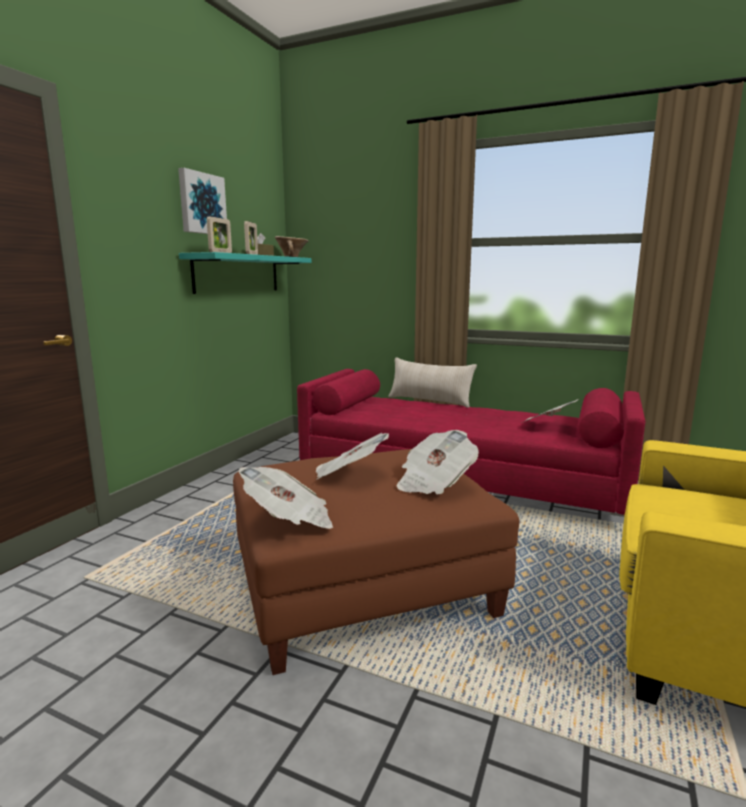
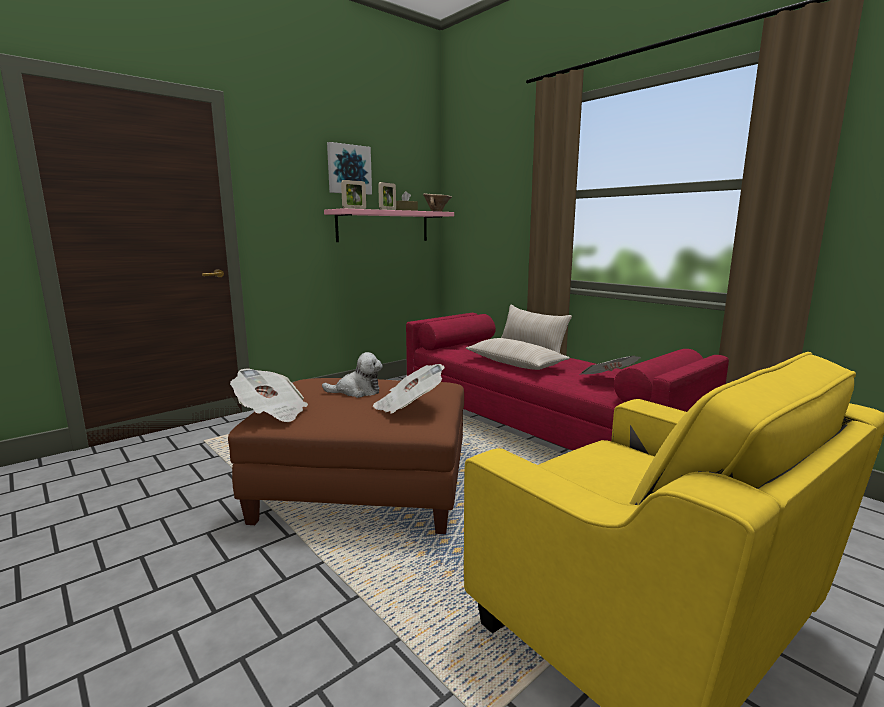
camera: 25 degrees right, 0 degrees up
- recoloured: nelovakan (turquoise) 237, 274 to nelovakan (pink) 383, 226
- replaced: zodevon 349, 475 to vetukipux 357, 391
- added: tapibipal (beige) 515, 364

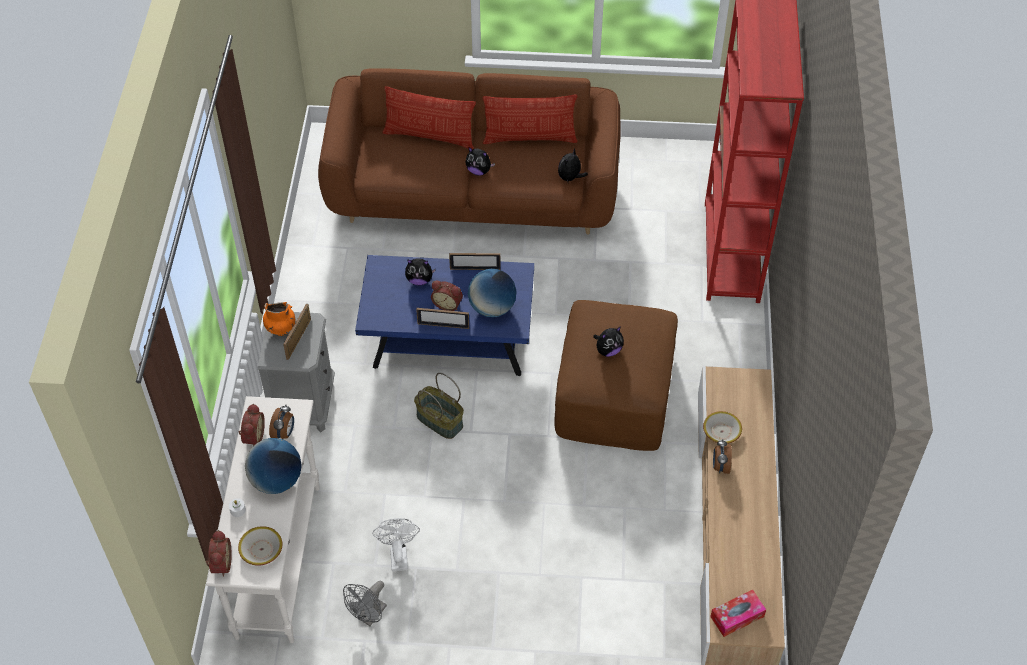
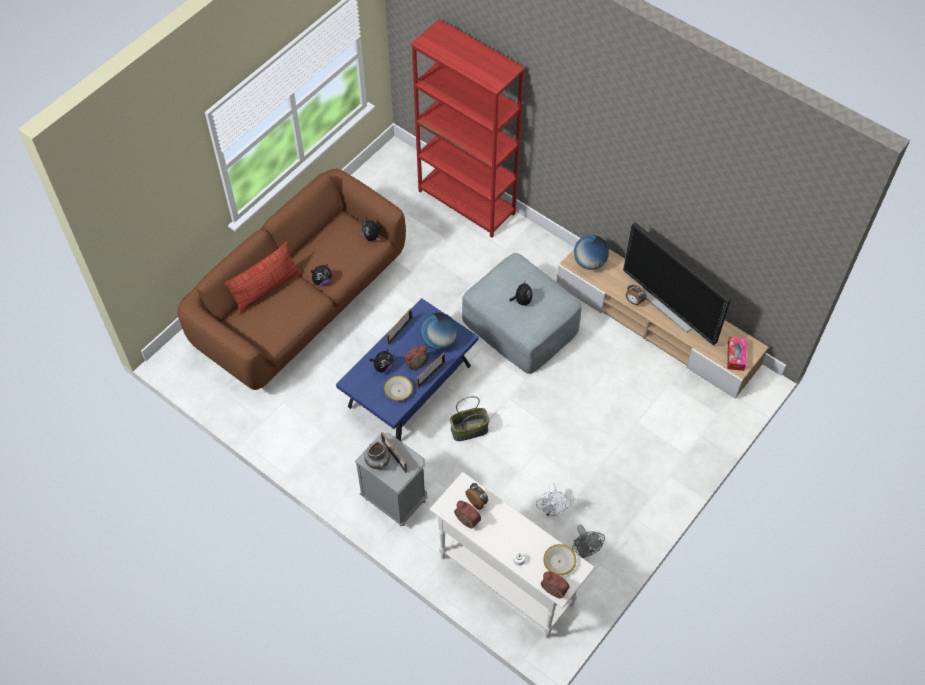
camera: 55 degrees left, 5 degrees up
- moved: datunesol 276, 480 to 589, 262
- recoloured: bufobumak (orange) 281, 329 to bufobumak (grey) 377, 462
- turned: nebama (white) 398, 555 = 551, 510 120 degrees counterclockwise
- removed: tapibipal 530, 138
- recoloured: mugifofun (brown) 614, 391 to mugifofun (grey) 520, 325
- moved: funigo 721, 431 to 398, 391
- added: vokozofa 670, 308

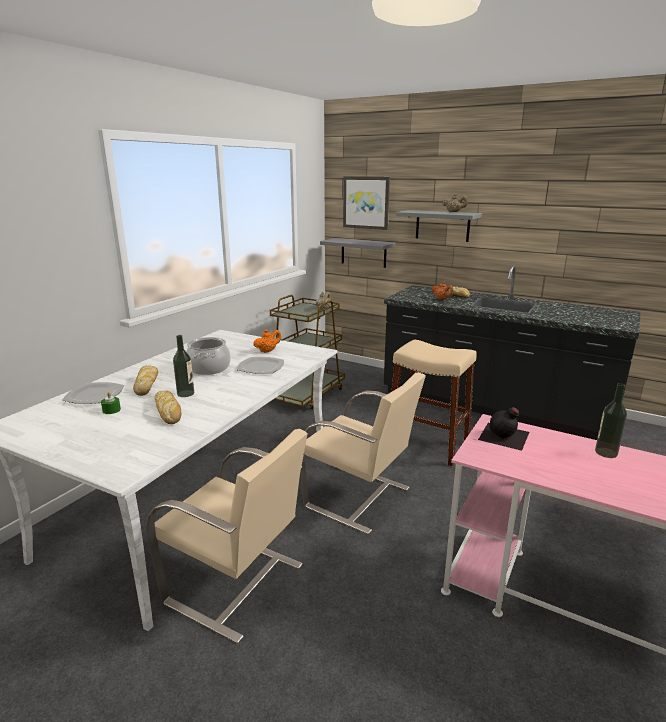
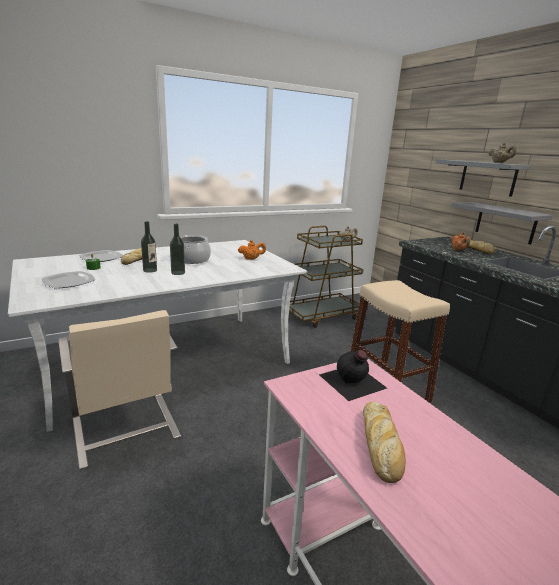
camera: 30 degrees right, 0 degrees up
- moved: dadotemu 168, 411 to 381, 445
- moved: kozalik 260, 367 to 69, 281
- removed: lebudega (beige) 359, 498
- moved: nelovakan (grey) 363, 252 to 505, 223
- removed: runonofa 366, 202
- moved: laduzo 606, 452 to 178, 273

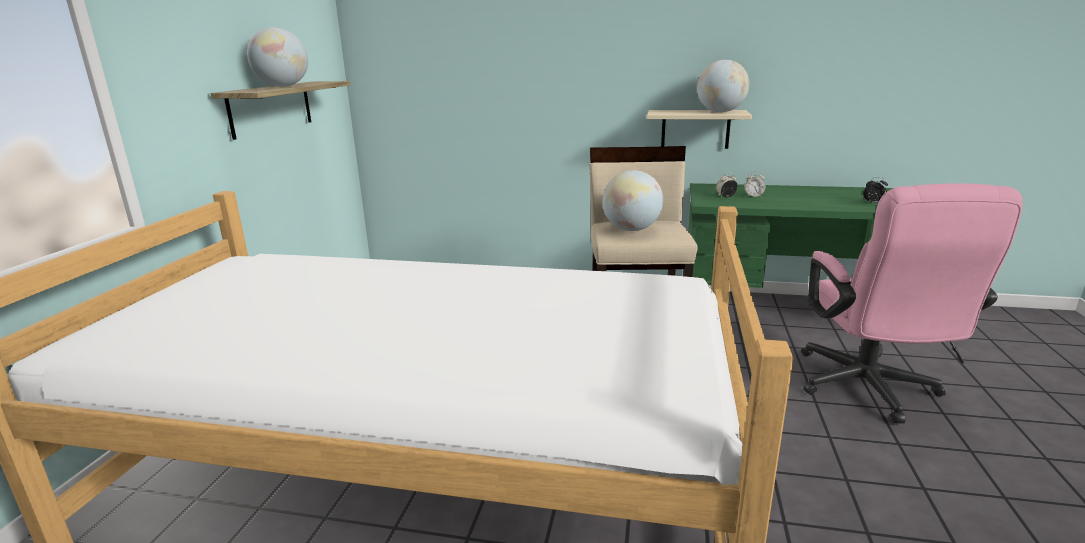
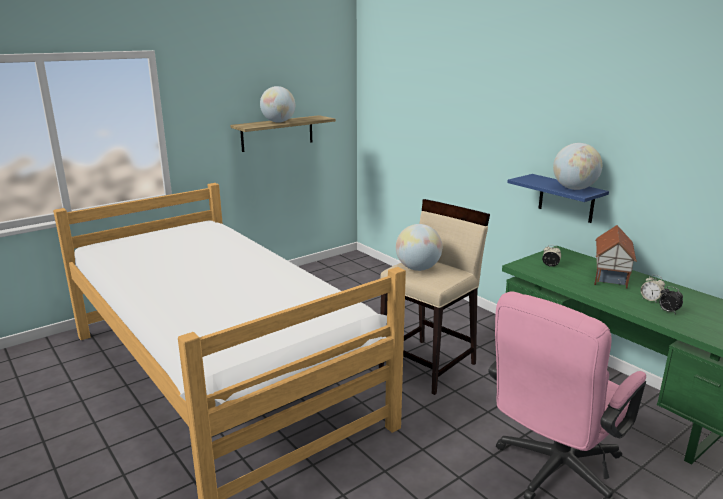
camera: 40 degrees right, 0 degrees up
- recoloured: nelovakan (beige) 695, 129 to nelovakan (blue) 566, 198
- moved: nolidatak 753, 196 to 650, 299
- added: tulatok 609, 277

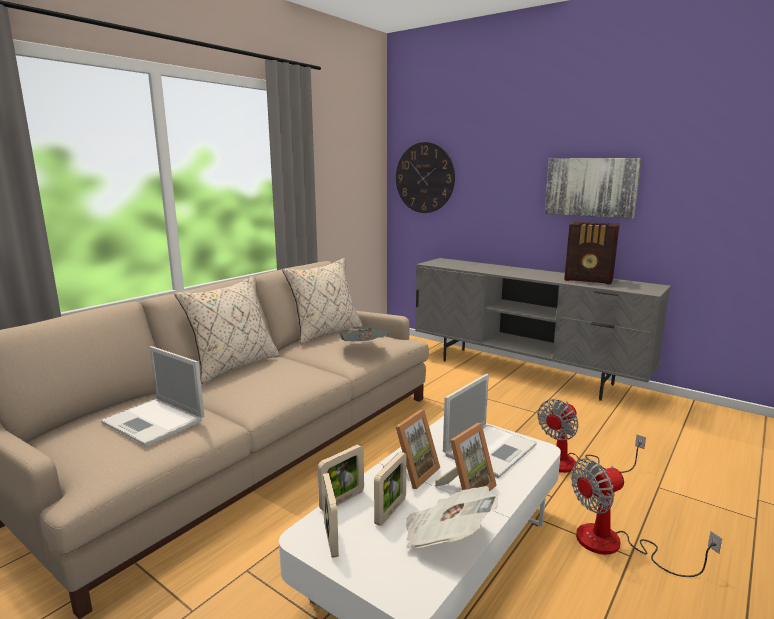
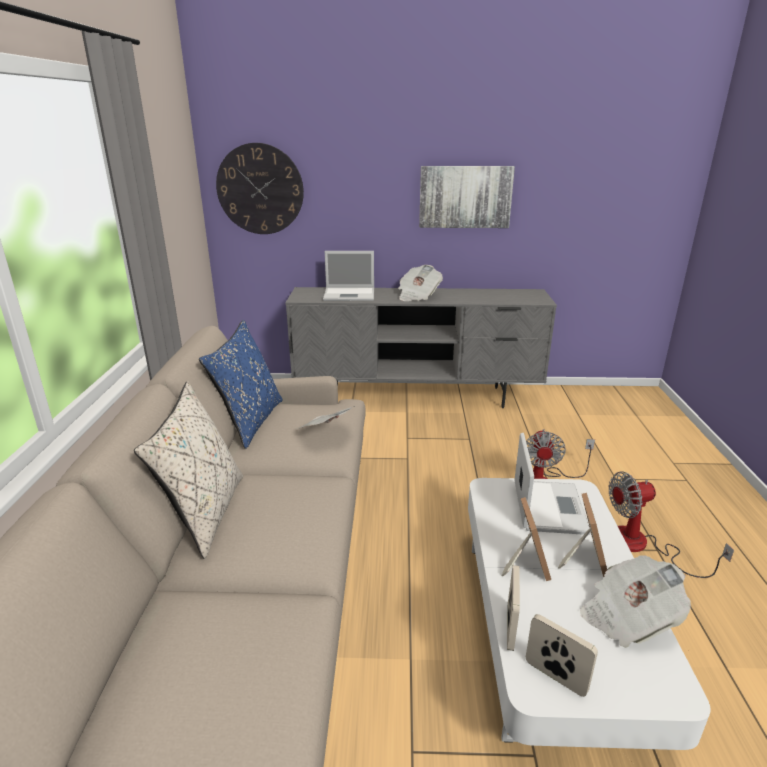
camera: 35 degrees left, 10 degrees up
- moved: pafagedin 155, 422 to 350, 295
- recoloured: tapibipal (beige) 325, 333 to tapibipal (blue) 249, 422
- removed: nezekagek 390, 511
- removed: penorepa 589, 280
- turned: nebama 615, 545 = 641, 546 45 degrees clockwise
- added: zodevon 417, 296

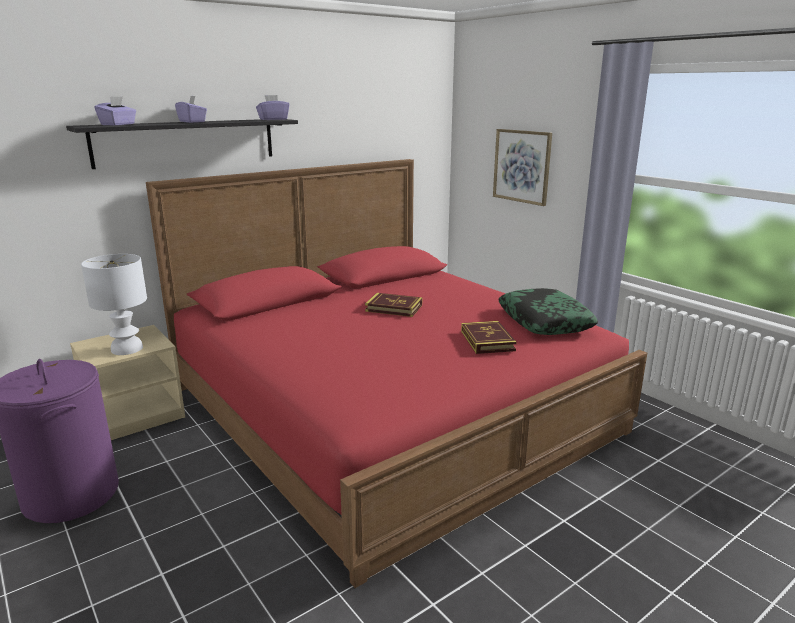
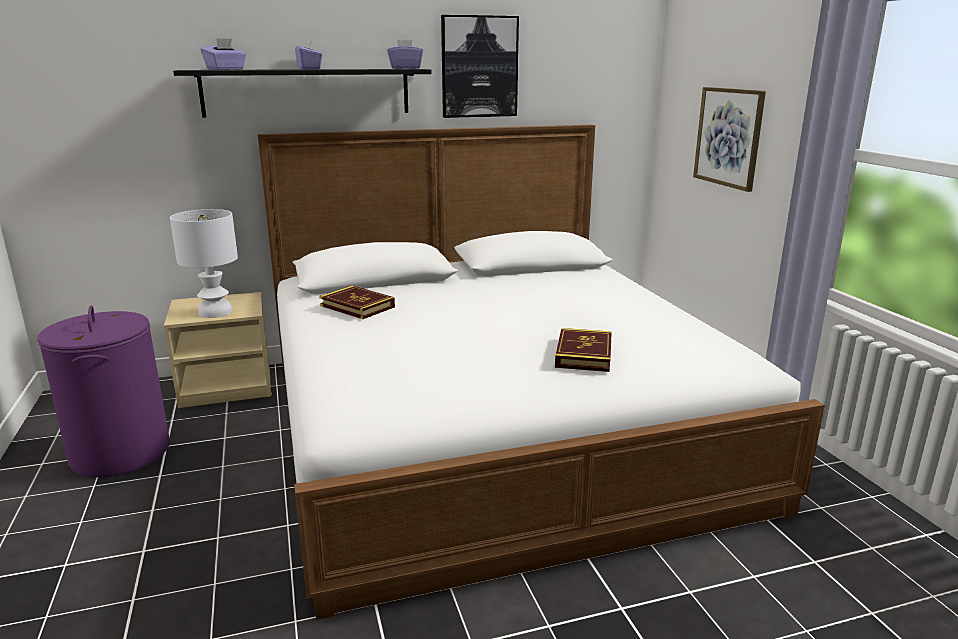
camera: 20 degrees right, 0 degrees up
- recoloured: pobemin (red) 389, 408 to pobemin (white) 491, 425
- moved: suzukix 394, 308 to 357, 306
- removed: tapibipal 544, 321
- added: runonofa 479, 67

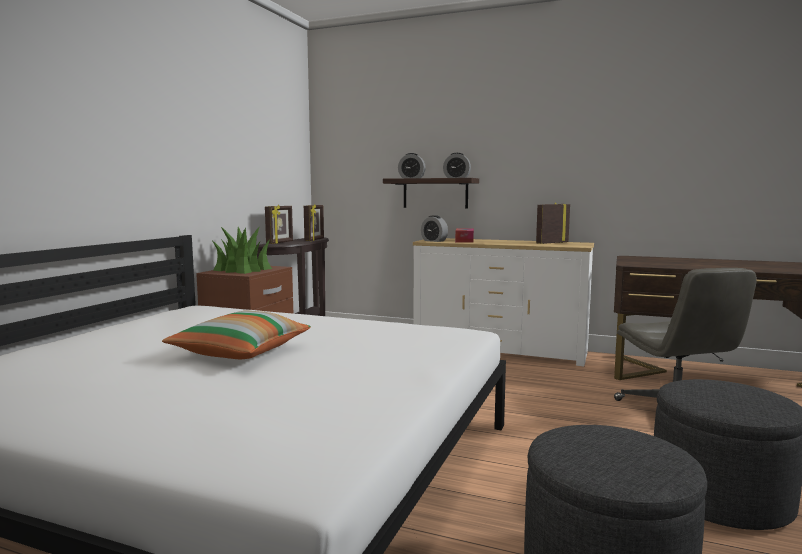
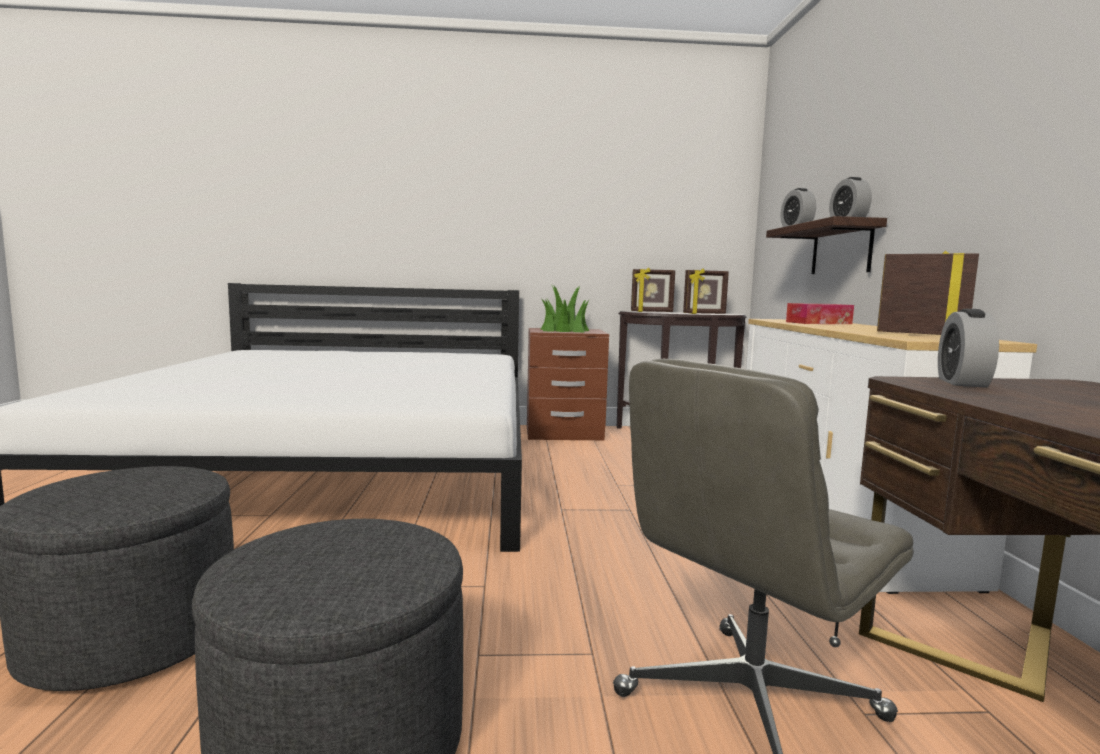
camera: 65 degrees right, 0 degrees up
- removed: tapibipal 241, 352
- moved: nolidatak 434, 241 to 962, 382

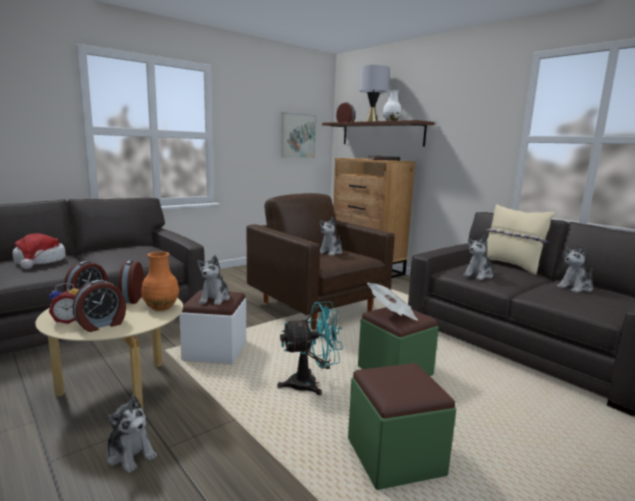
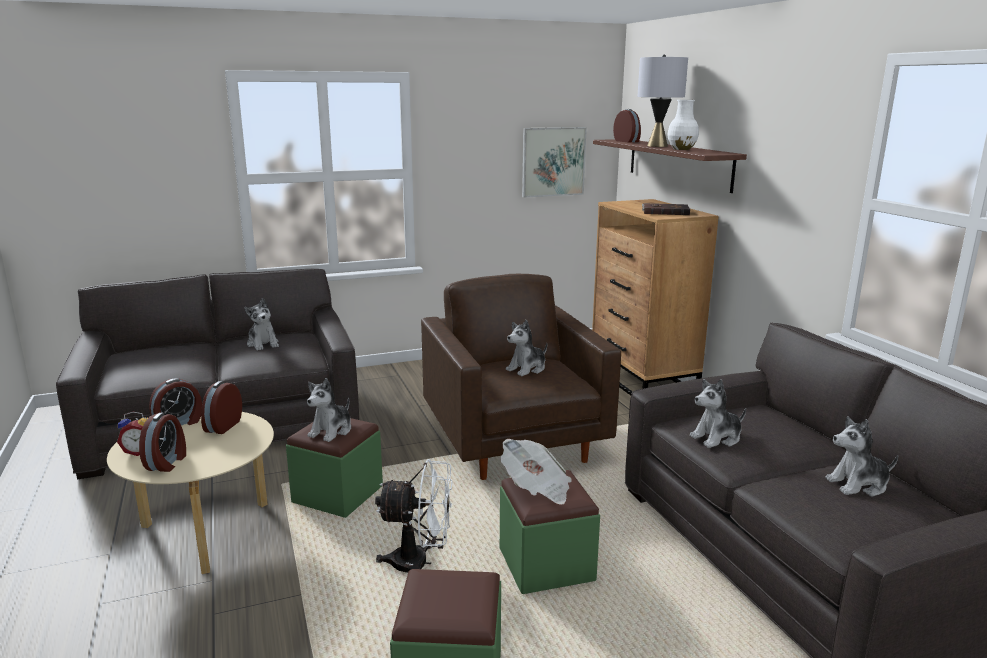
camera: 20 degrees right, 5 degrees up
- removed: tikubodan 39, 261
- turned: nolidatak 102, 325 = 167, 462 60 degrees counterclockwise
- moved: vetukipux 130, 454 to 263, 344
- removed: bufobumak (orange) 161, 307
- recoloured: mugifofun (white) 215, 351 to mugifofun (green) 338, 494
- recoloured: nebama (turquoise) 310, 384 to nebama (white) 420, 563
- removed: tapibipal (beige) 510, 265

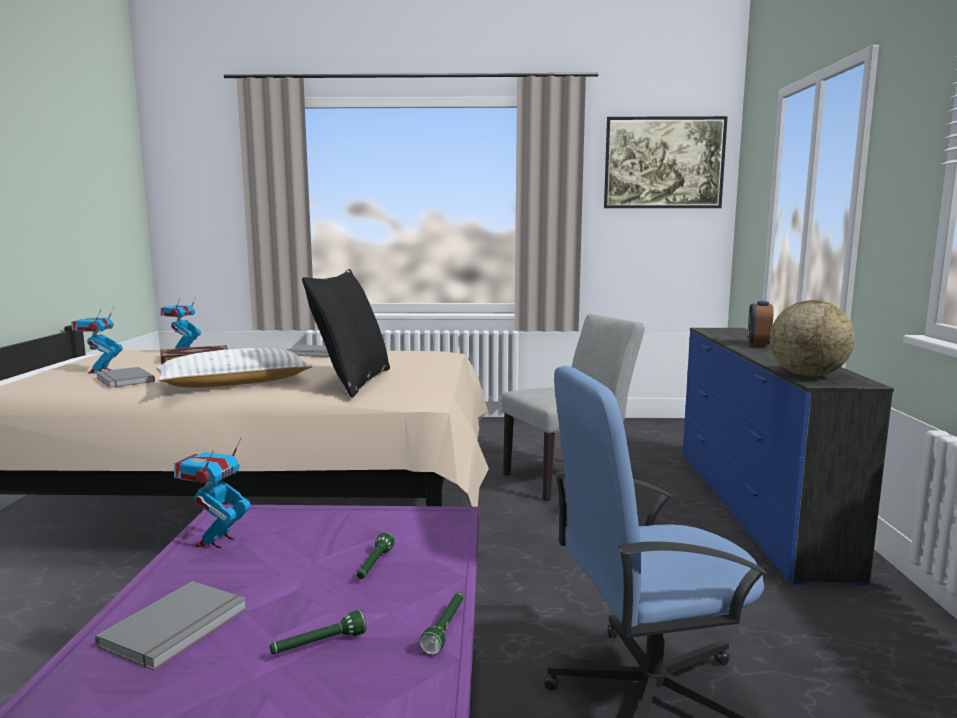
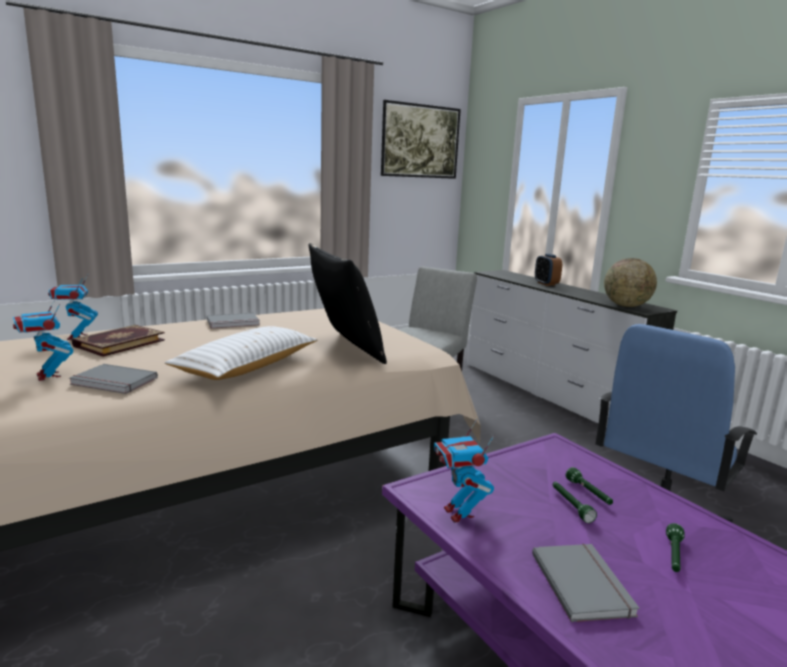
camera: 35 degrees left, 5 degrees up
- moved: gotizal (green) 446, 628 to 570, 506
- recoloured: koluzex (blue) 754, 506 to koluzex (white) 549, 392

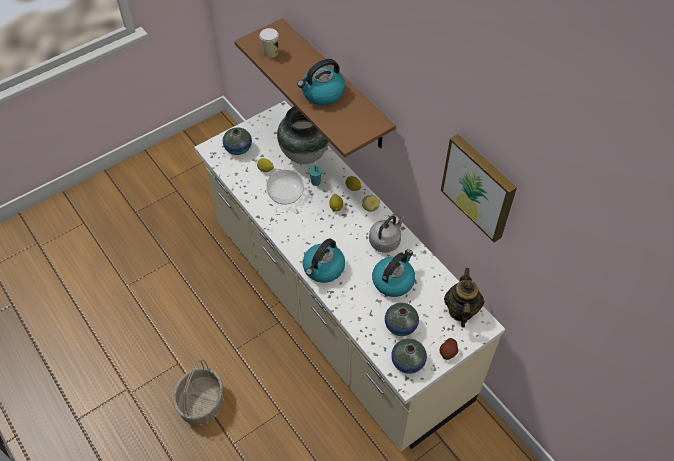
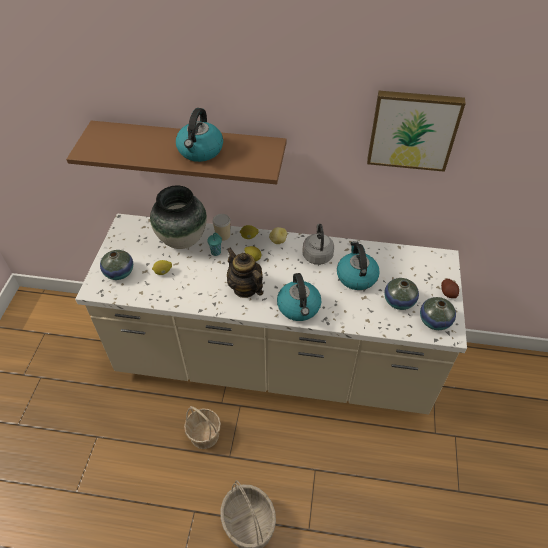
camera: 45 degrees left, 5 degrees down
- moved: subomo 270, 52 to 223, 235
- removed: funigo 286, 193
- moved: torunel 461, 310 to 245, 288
- added: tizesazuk 204, 434

